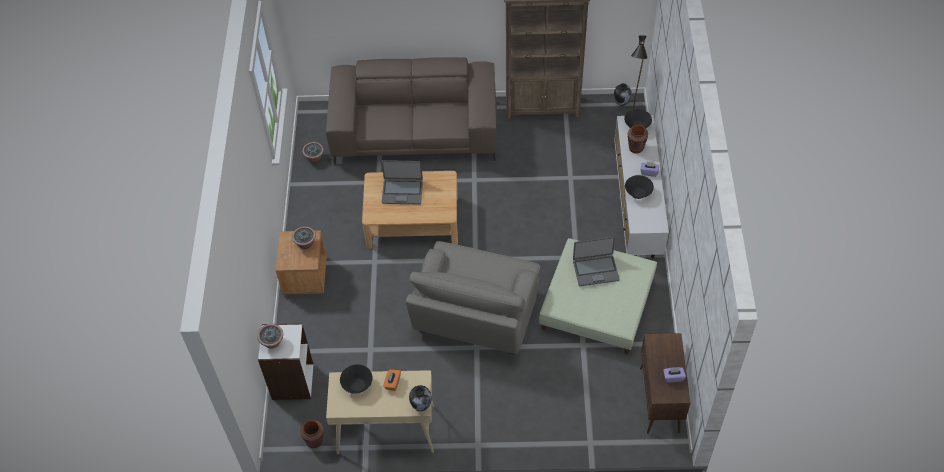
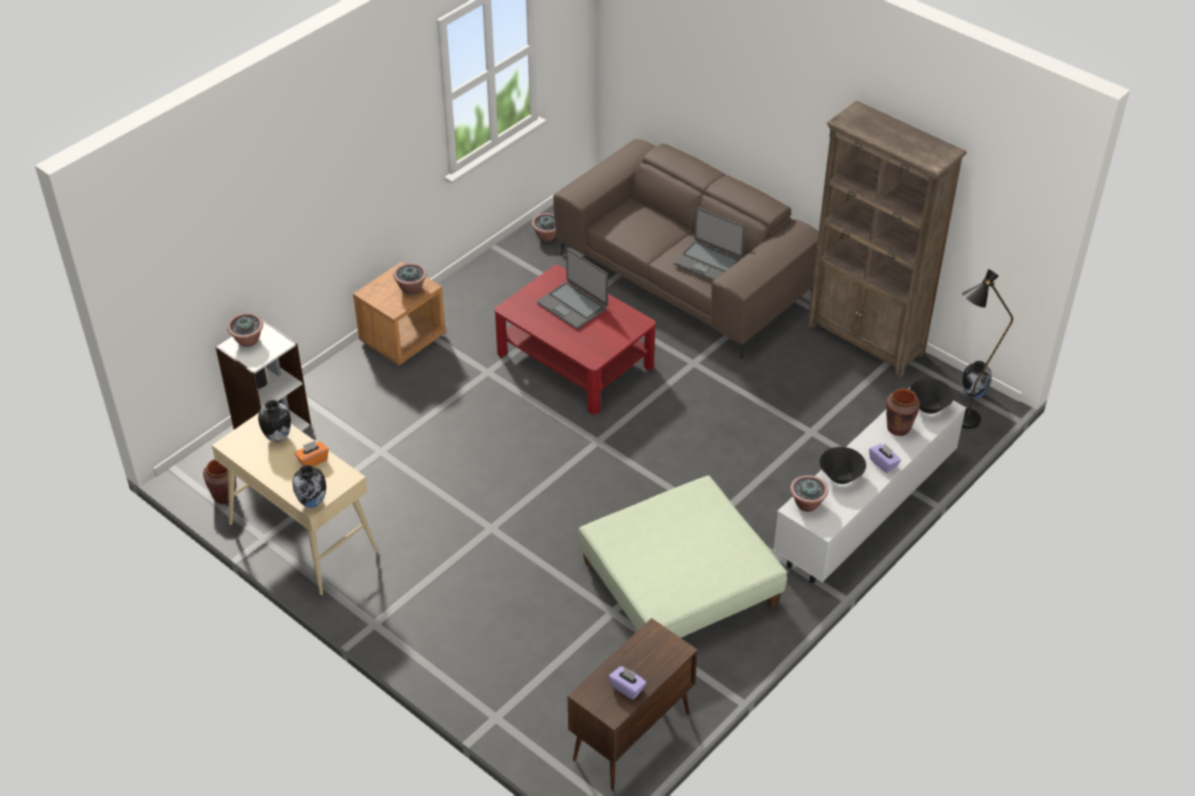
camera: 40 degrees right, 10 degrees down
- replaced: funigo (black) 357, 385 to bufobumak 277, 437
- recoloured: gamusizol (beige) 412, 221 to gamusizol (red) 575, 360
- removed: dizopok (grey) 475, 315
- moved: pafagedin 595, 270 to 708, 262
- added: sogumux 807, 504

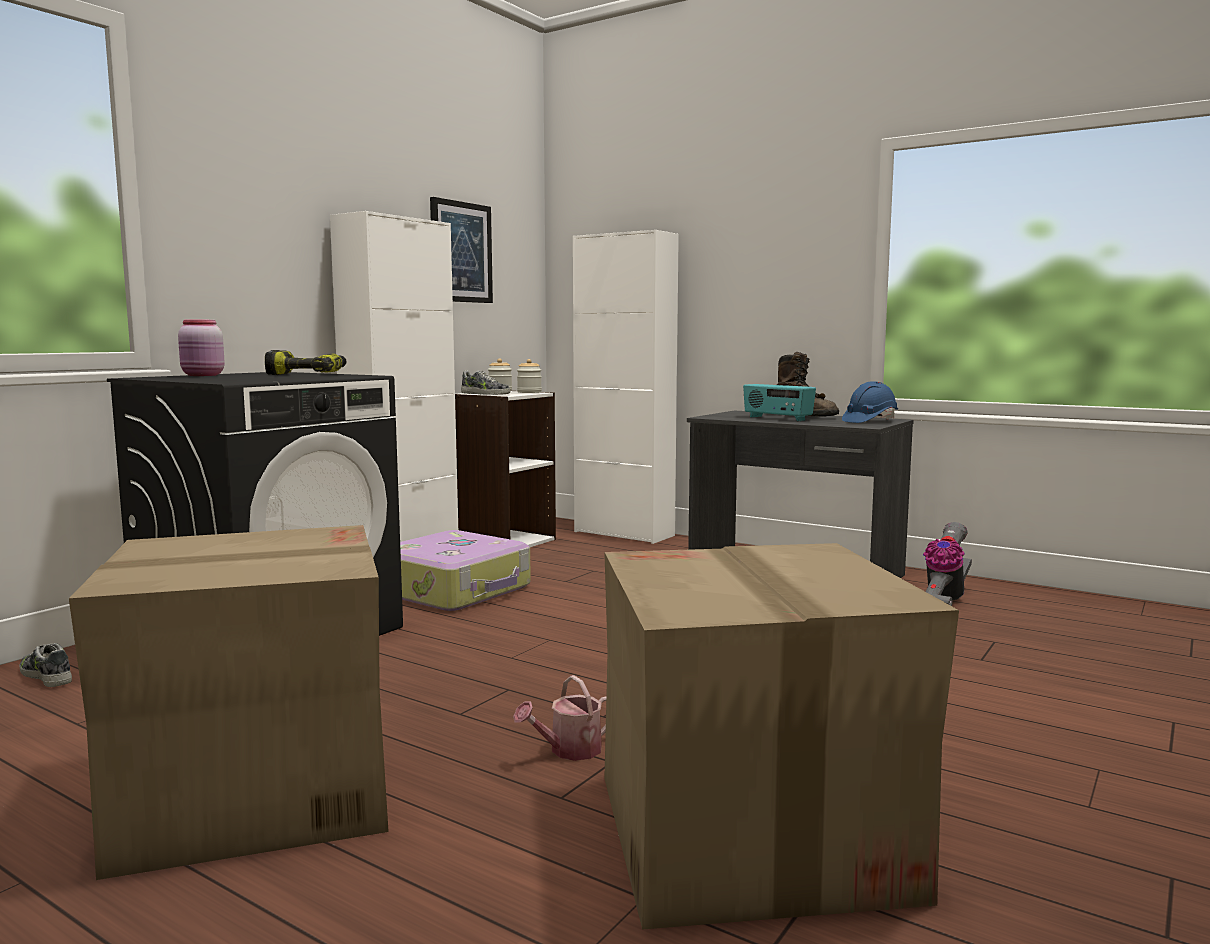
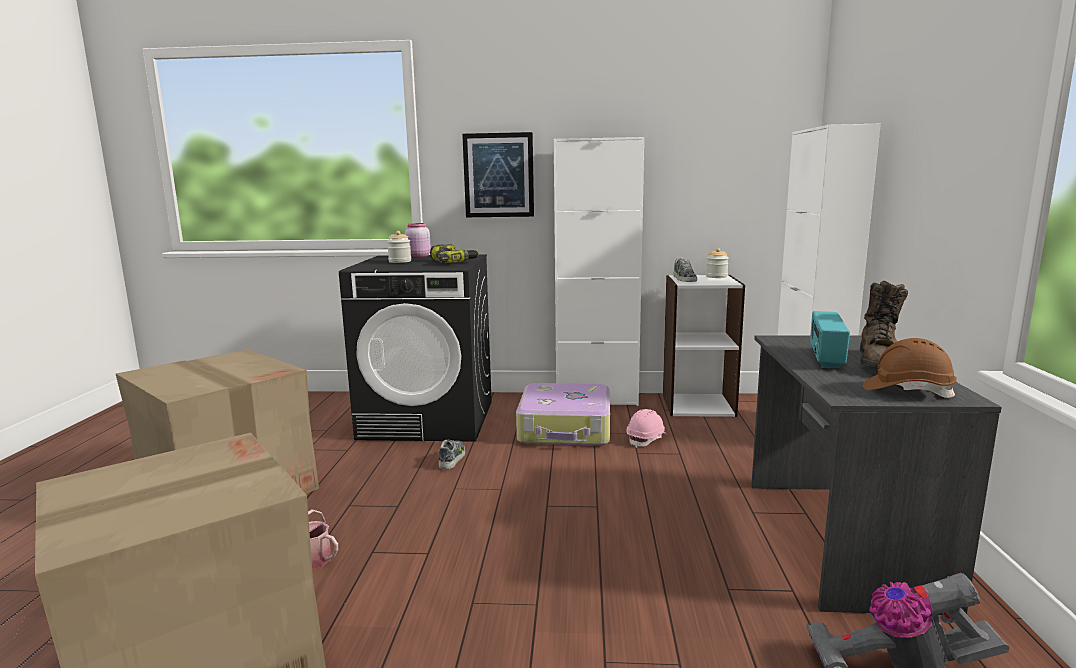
camera: 60 degrees right, 5 degrees up
- moved: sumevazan 47, 676 to 452, 459
- moved: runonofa 461, 252 to 498, 175
- moved: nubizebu 529, 392 to 400, 261
- recoloured: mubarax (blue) 869, 421 to mubarax (brown) 907, 391
- added: mubarax (pink) 647, 439

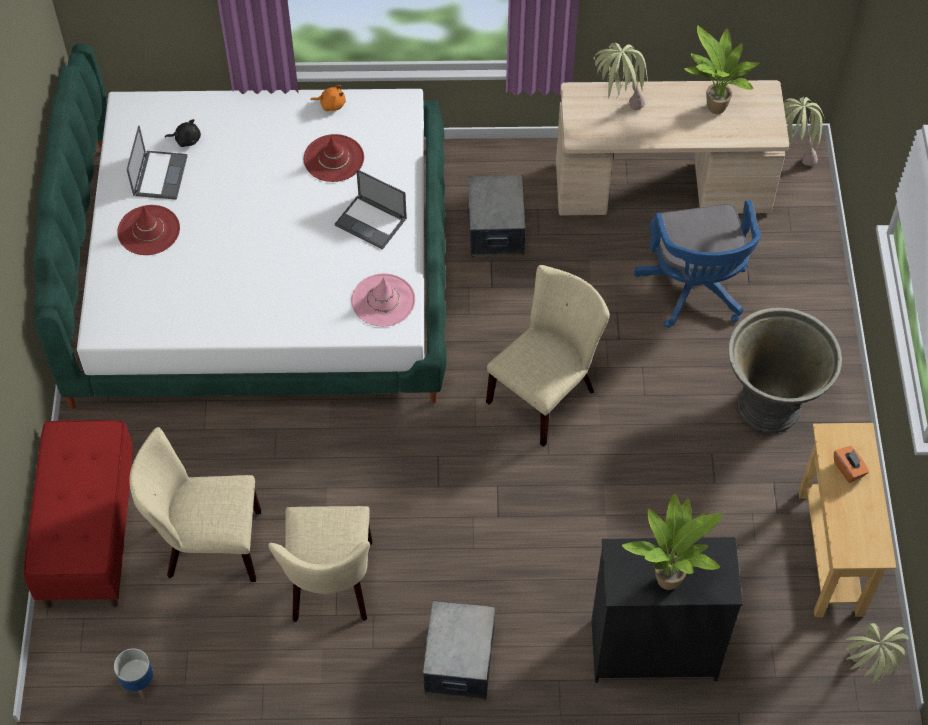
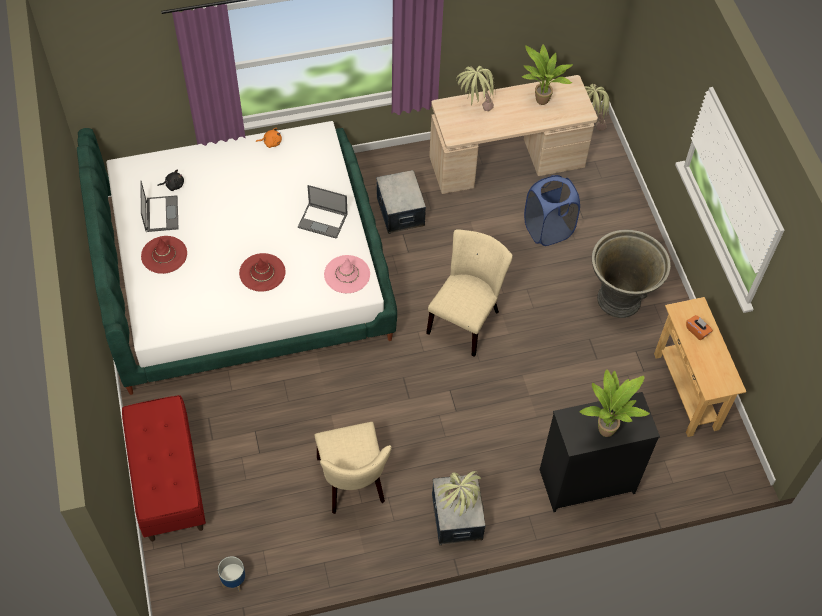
camera: 15 degrees left, 0 degrees up
- removed: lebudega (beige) 207, 545
- moved: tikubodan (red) 334, 158 to 262, 272
- replaced: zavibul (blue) 694, 290 to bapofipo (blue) 548, 229
- moved: sogumux 864, 675 to 457, 510

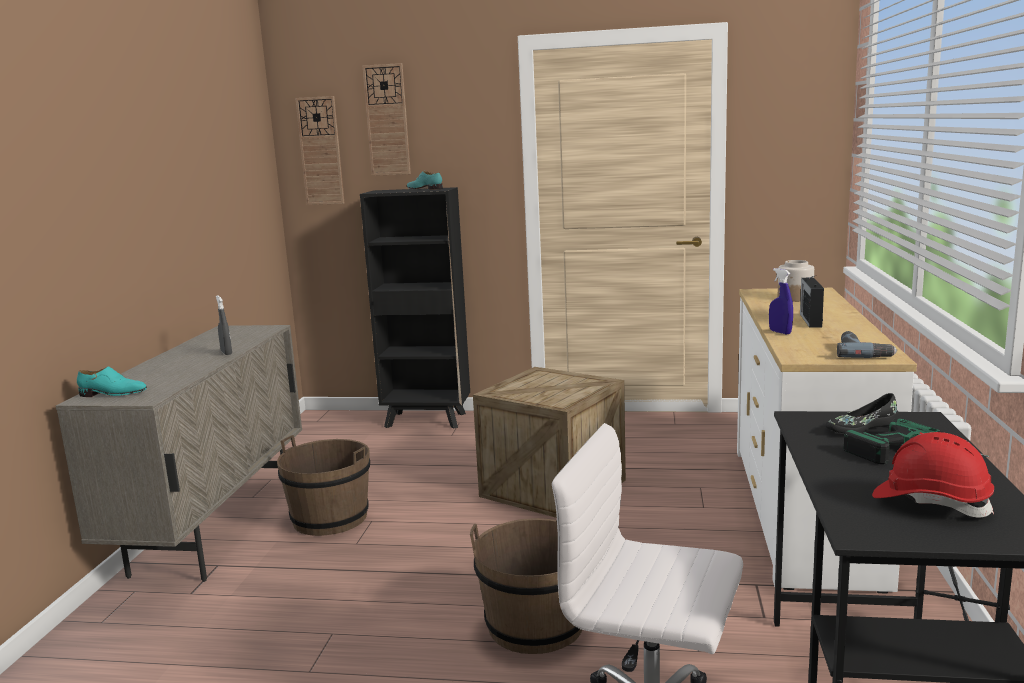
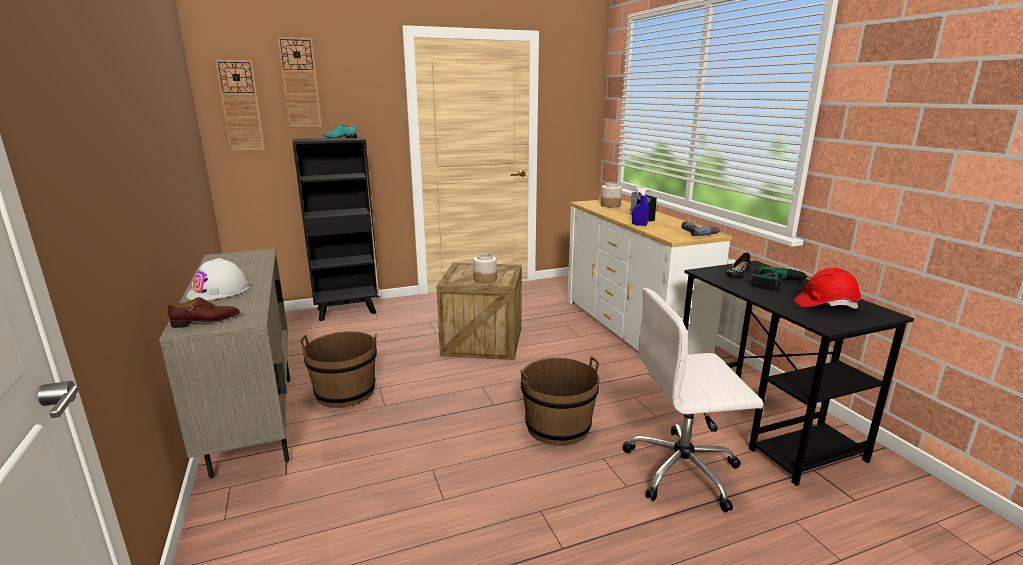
camera: 30 degrees left, 5 degrees up
- recoloured: sumevazan (turquoise) 113, 394 to sumevazan (brown) 206, 321
- removed: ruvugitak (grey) 226, 353
- added: mubarax (white) 219, 291
- added: nubizebu 485, 279

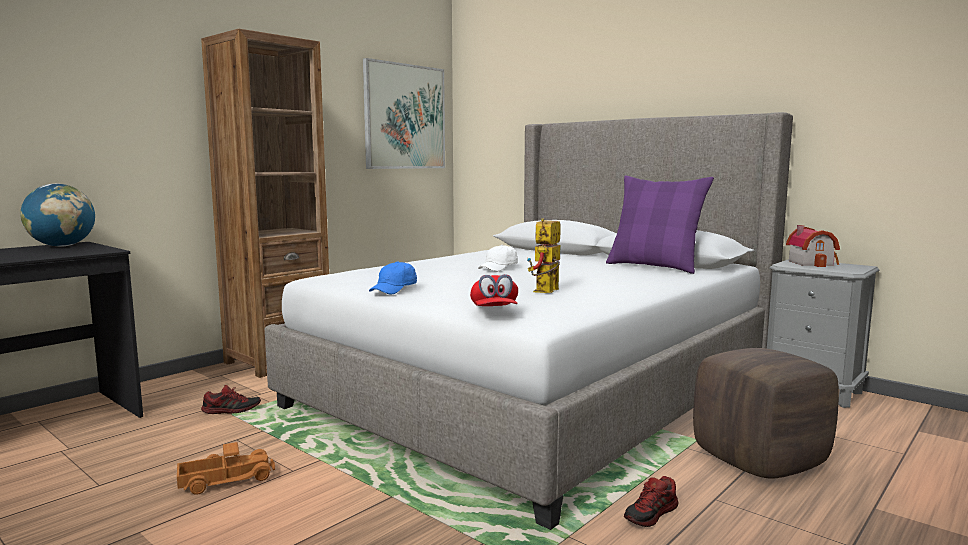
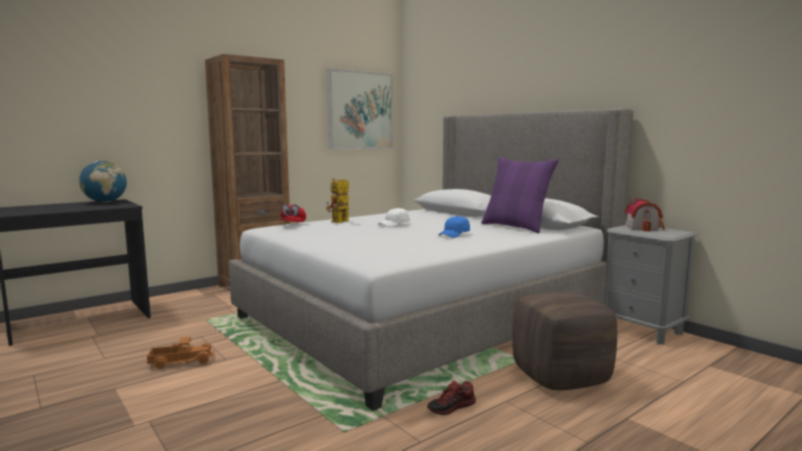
camera: 10 degrees right, 0 degrees up
- removed: sumevazan 231, 410
- moved: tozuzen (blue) 394, 289 to 455, 234
- moved: tozuzen (red) 494, 312 to 293, 224
- moved: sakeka 546, 292 to 338, 222

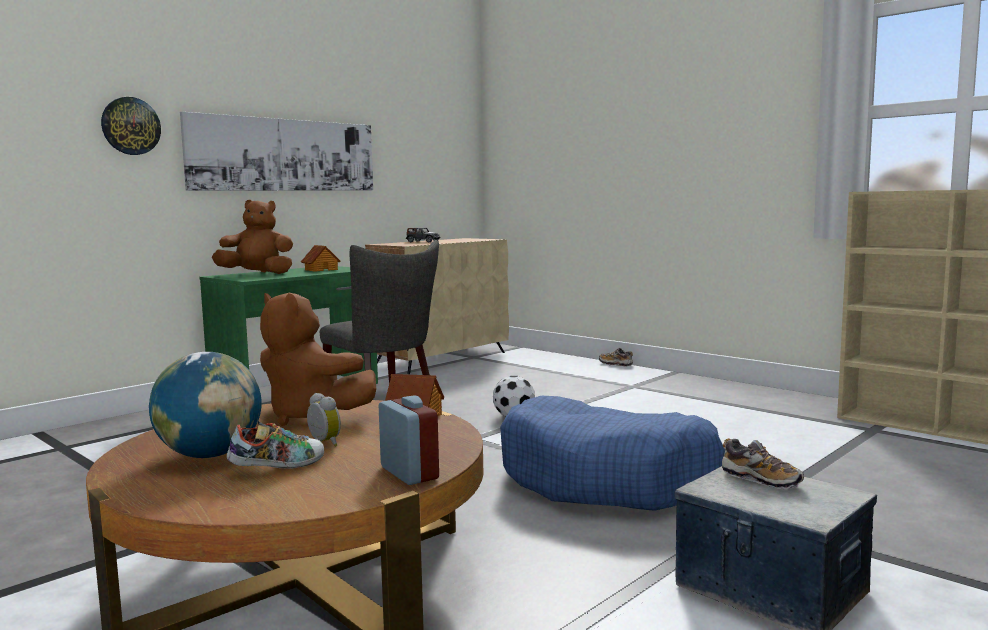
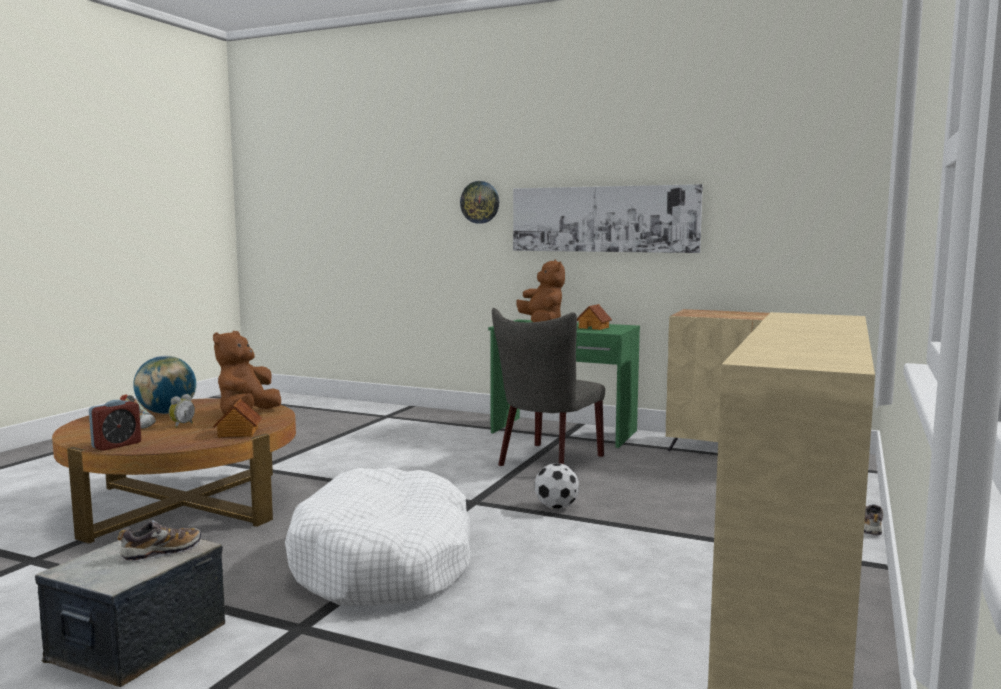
camera: 70 degrees right, 0 degrees up
- removed: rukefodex 423, 242
- recoloured: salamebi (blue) 608, 479 to salamebi (white) 384, 563
- turned: sumevazan 761, 480 = 161, 552 150 degrees counterclockwise

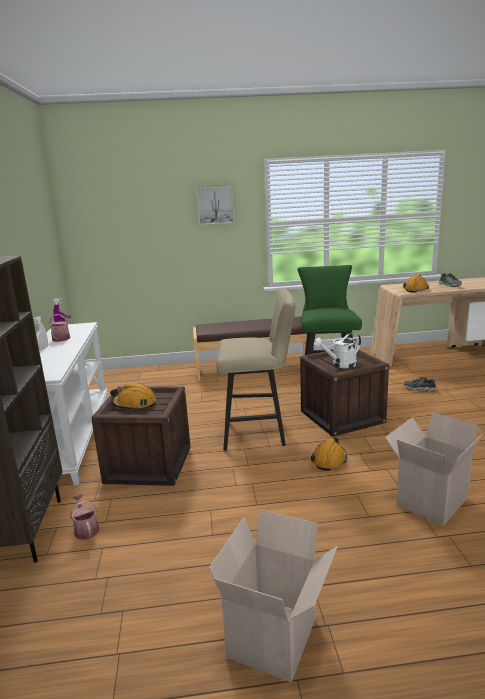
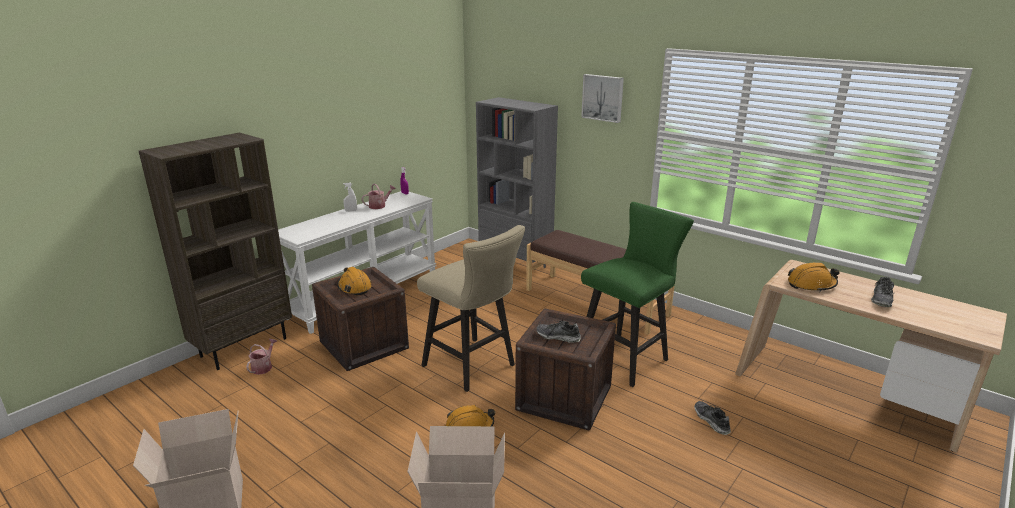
camera: 45 degrees right, 5 degrees up
- replaced: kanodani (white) 340, 365 to sumevazan 558, 337
- added: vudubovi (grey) 516, 264

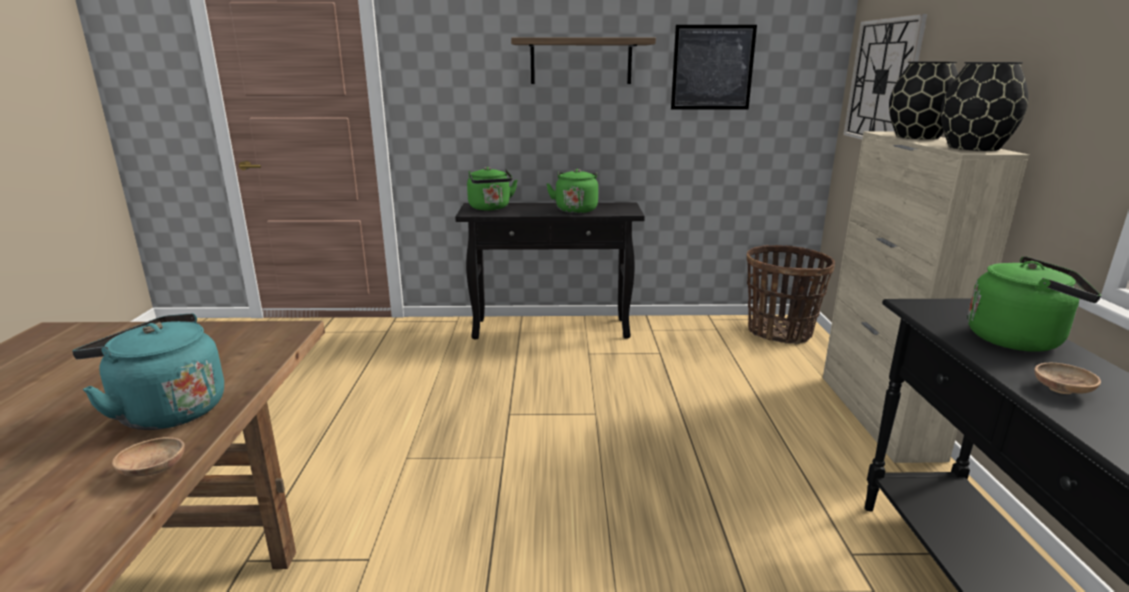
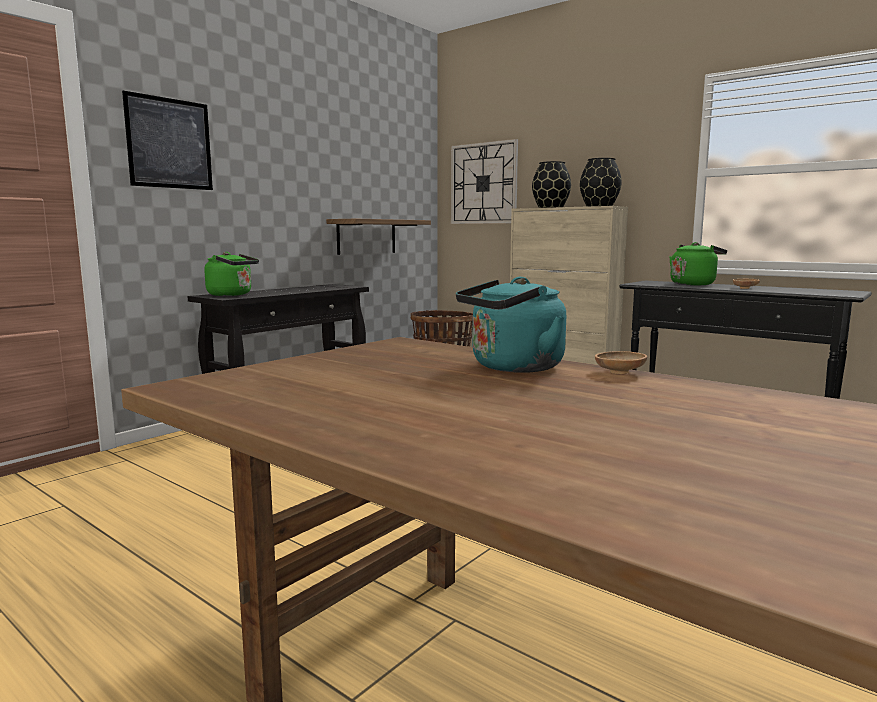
camera: 50 degrees left, 10 degrees down
- moved: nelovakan 581, 61 to 366, 236
- removed: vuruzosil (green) 576, 209
- moved: runonofa 712, 68 to 169, 143

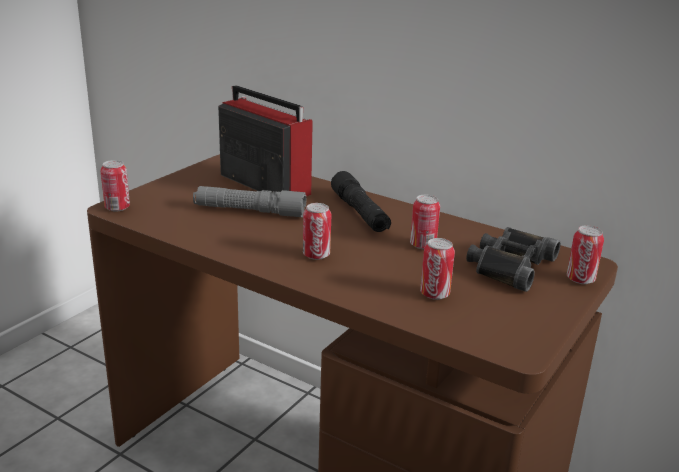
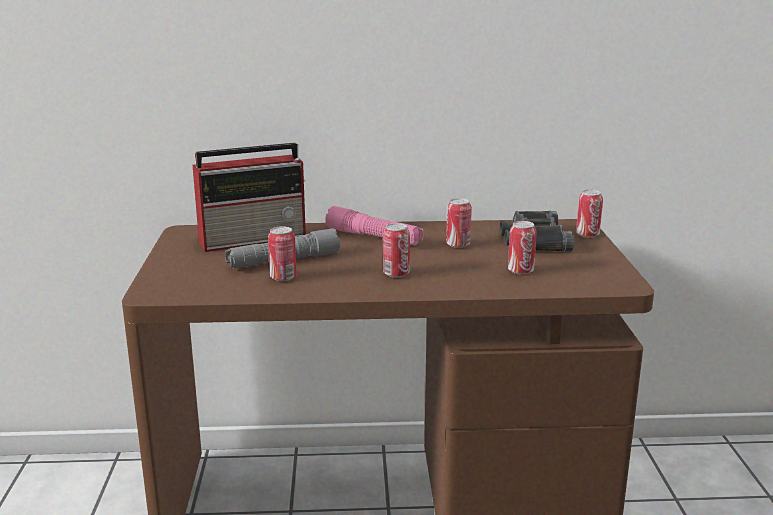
camera: 35 degrees left, 5 degrees down
- moved: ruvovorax 117, 208 to 283, 277
- turned: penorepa 263, 184 = 255, 239 150 degrees clockwise
- recoloured: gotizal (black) 360, 213 to gotizal (pink) 374, 237

